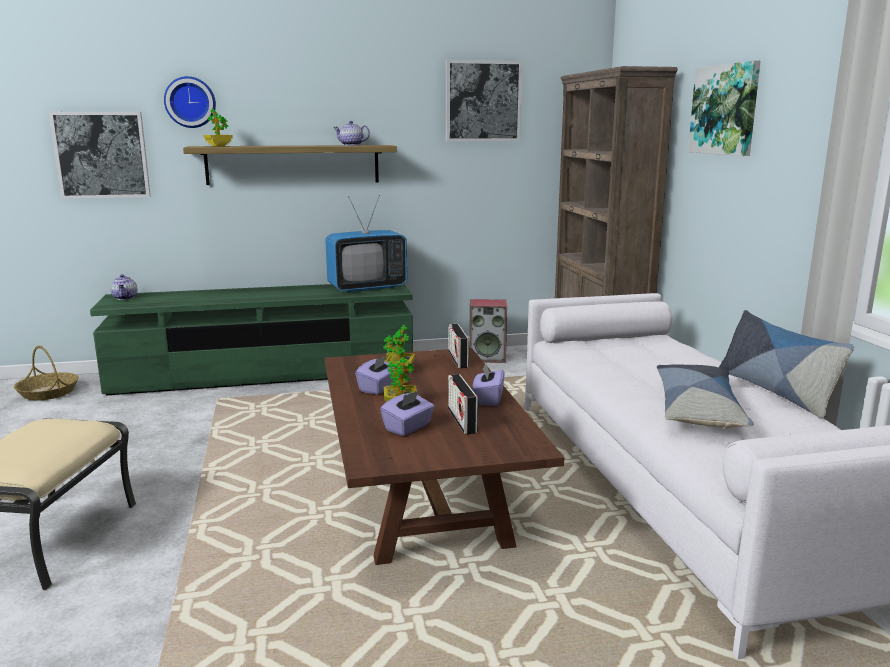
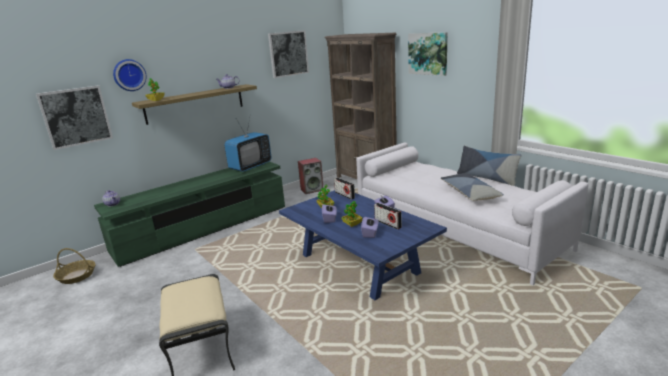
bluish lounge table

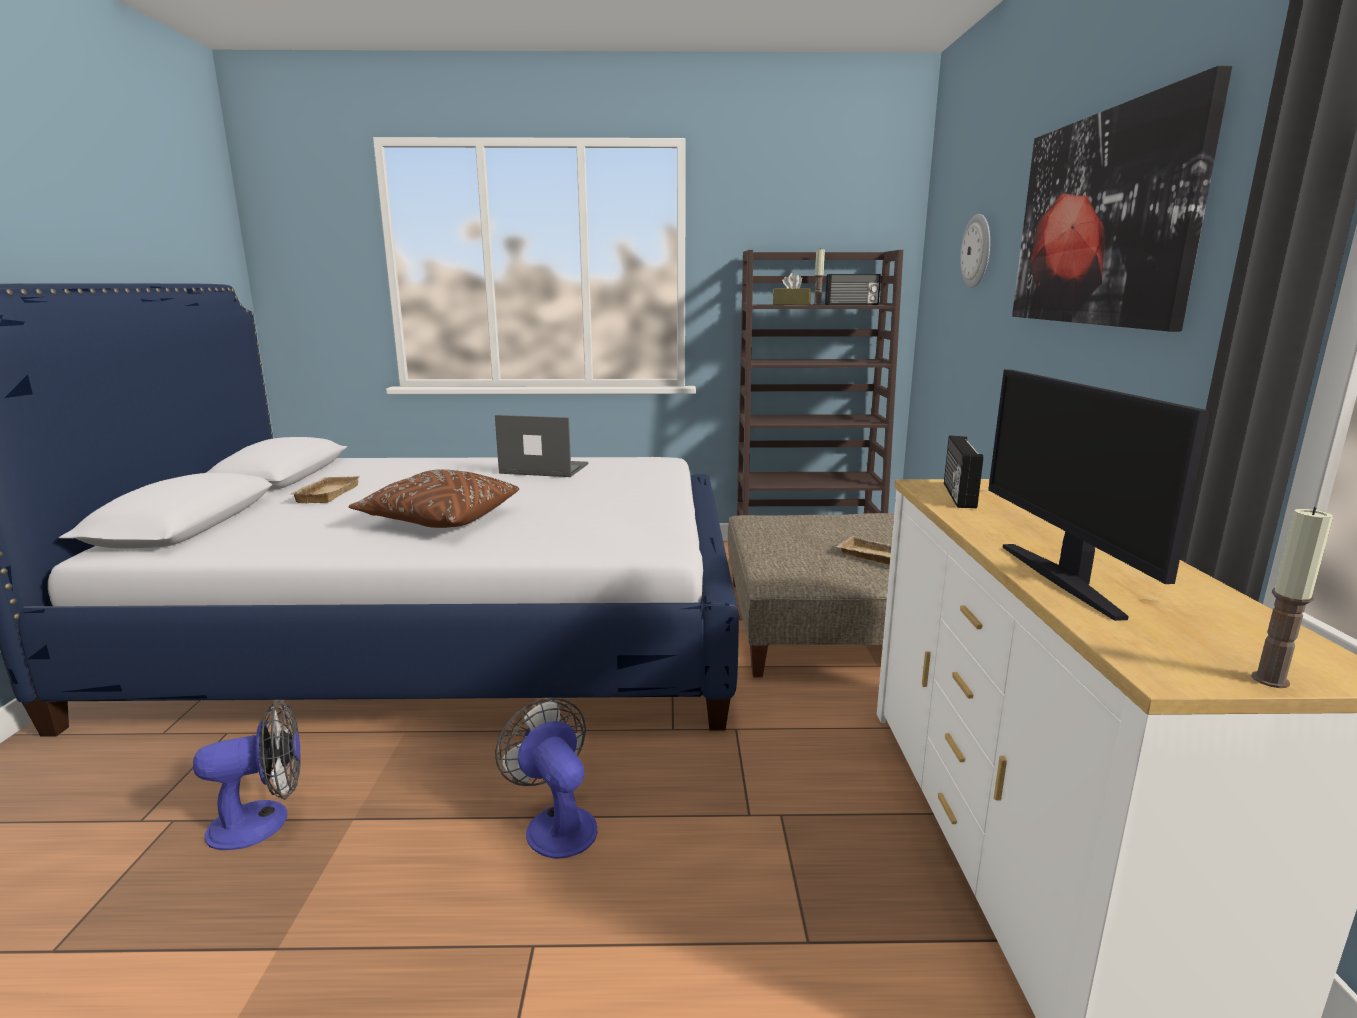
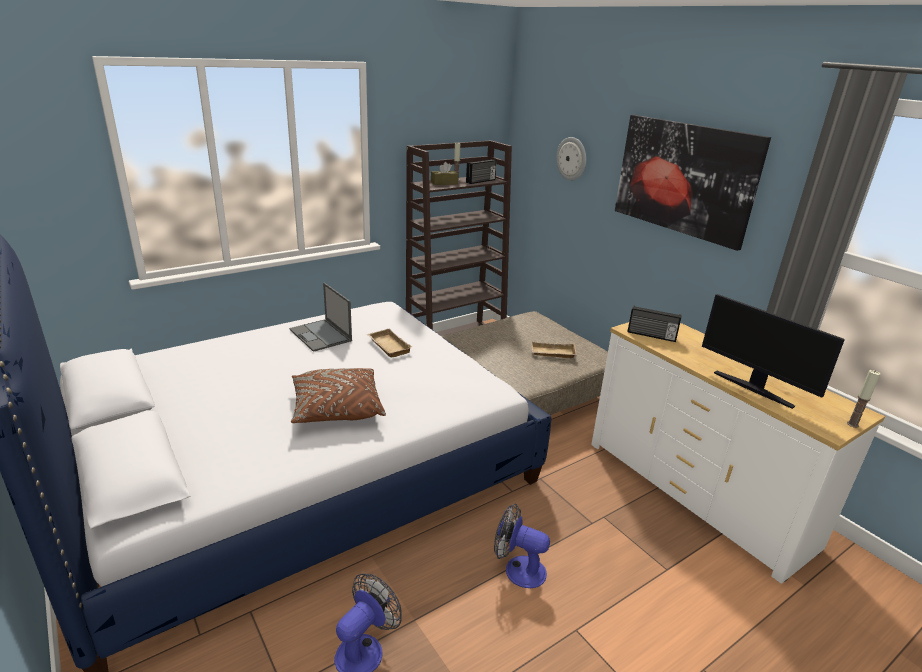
portable computer
radio set (2nd from left)
beige-coloured tray (1st from left)

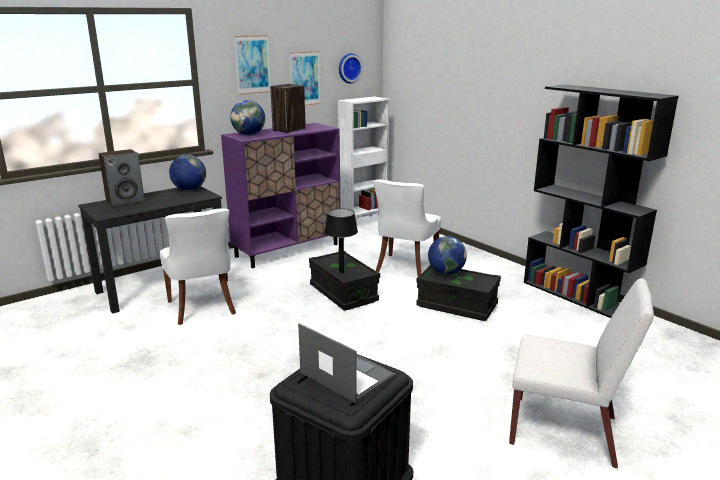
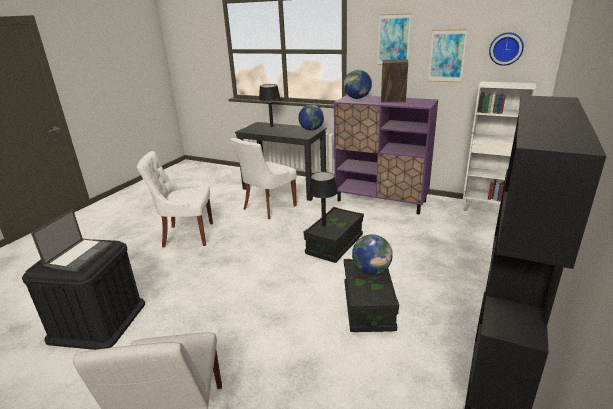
blackish lamp for a table (1st from left)
white chair (2nd from left)

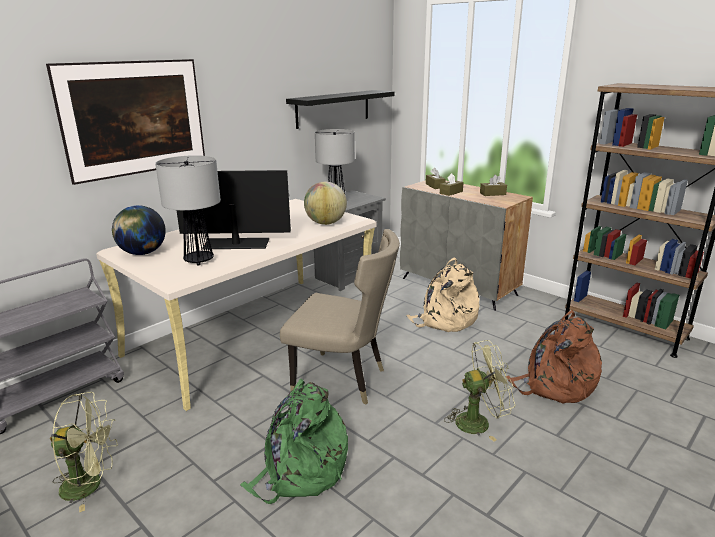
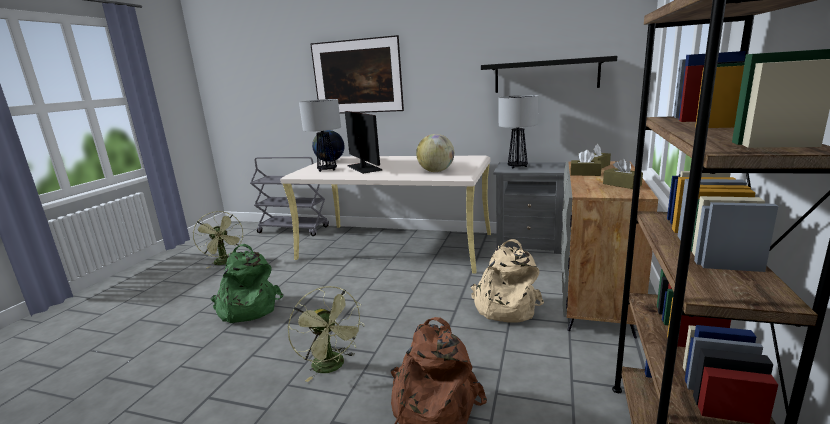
beige-coloured chair

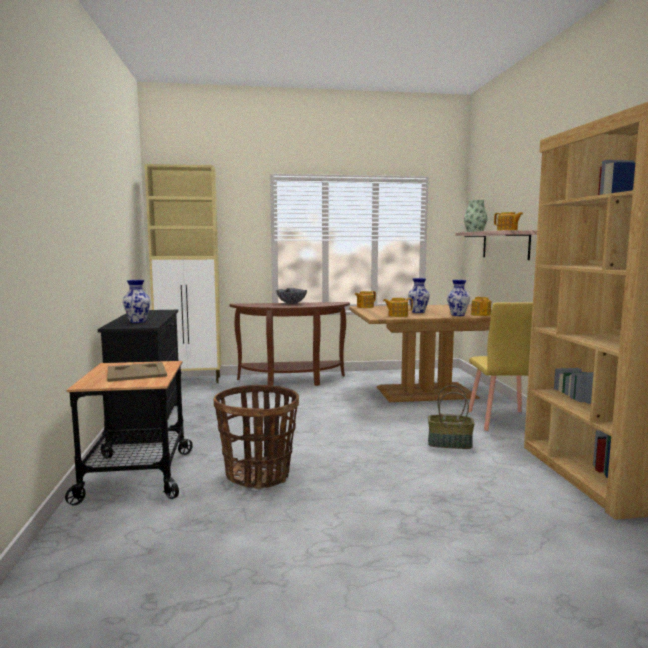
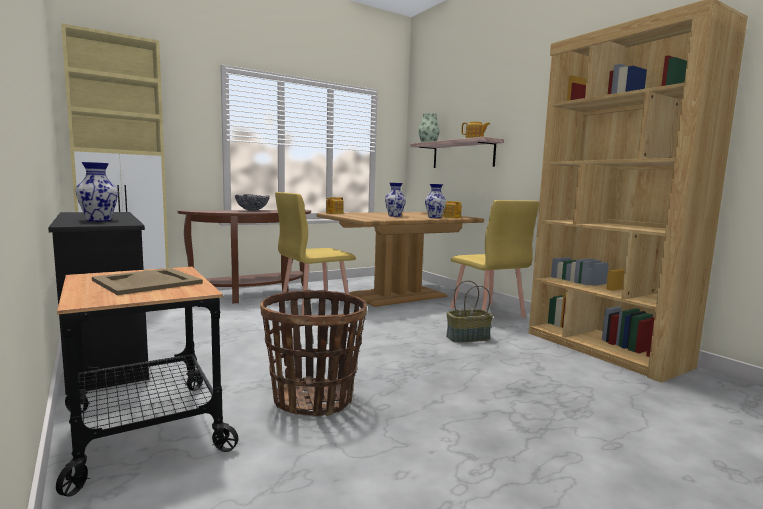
pot for tea (2nd from left in the first image)
yellow chair (1st from left)

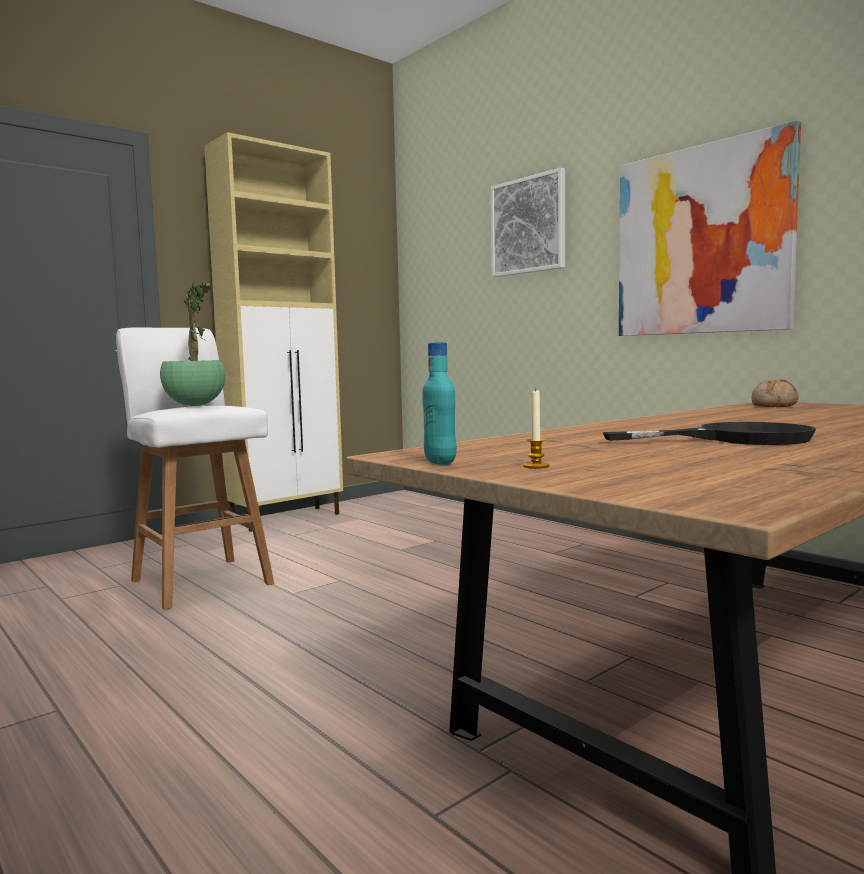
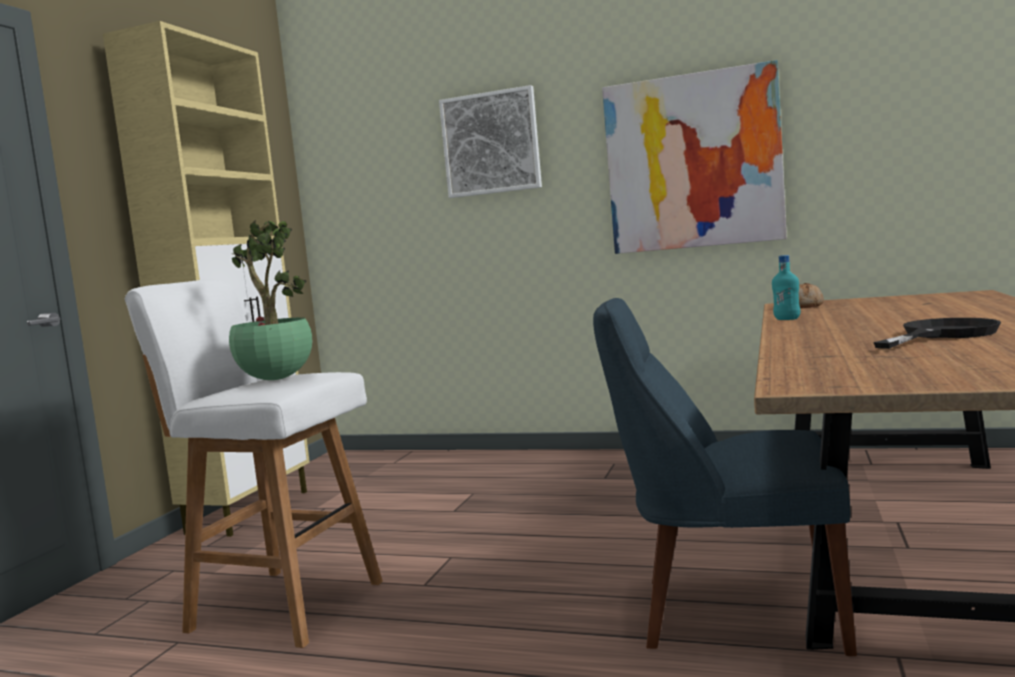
turquoise-coloured bottle
wax candle
bluish chair

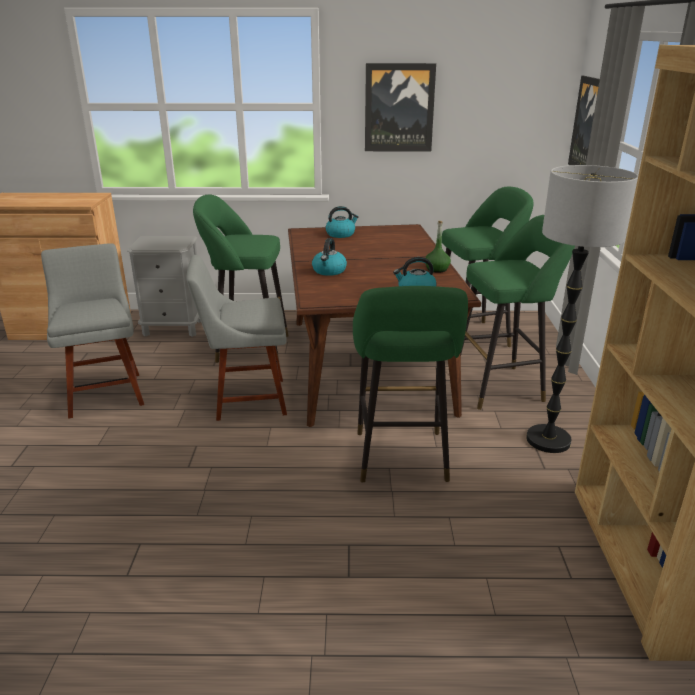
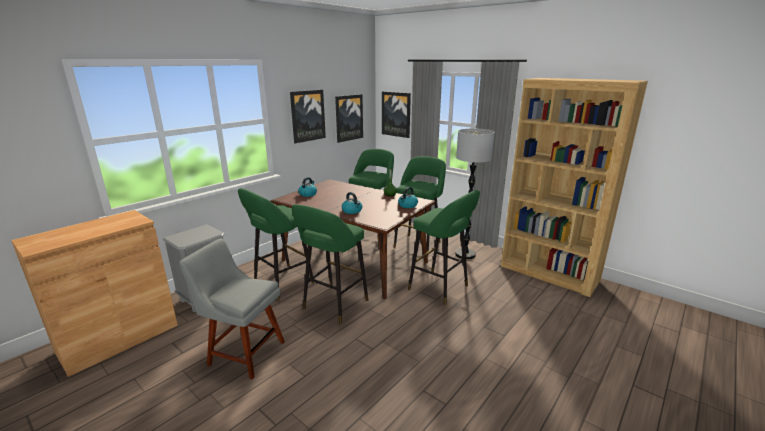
green-coloured stool seat (2nd from left)
picture (2nd from left)

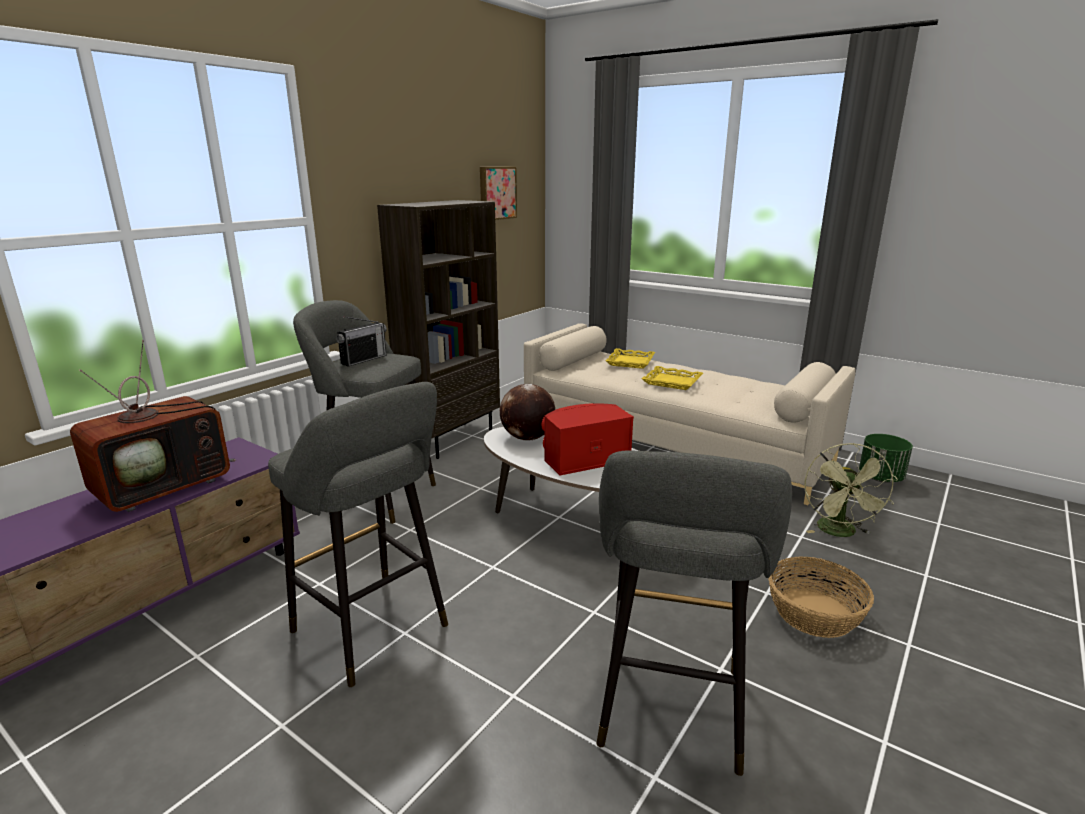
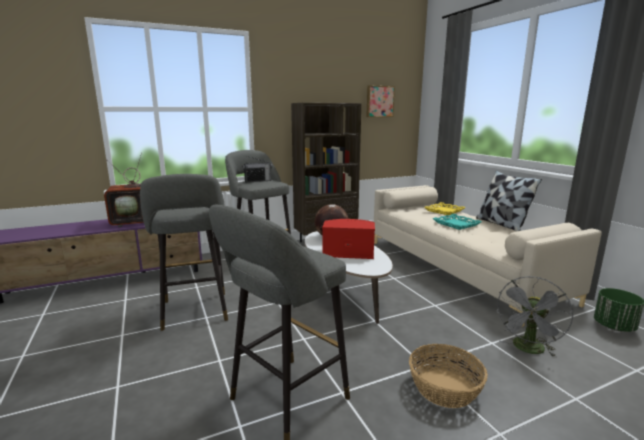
turquoise-coloured tray
gray fan
throw pillow

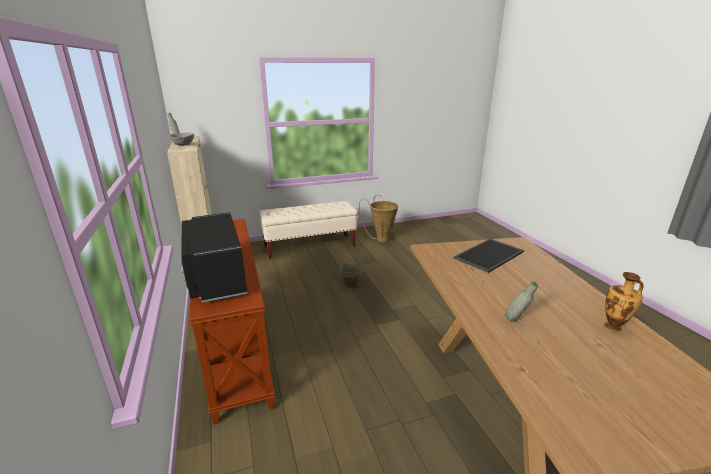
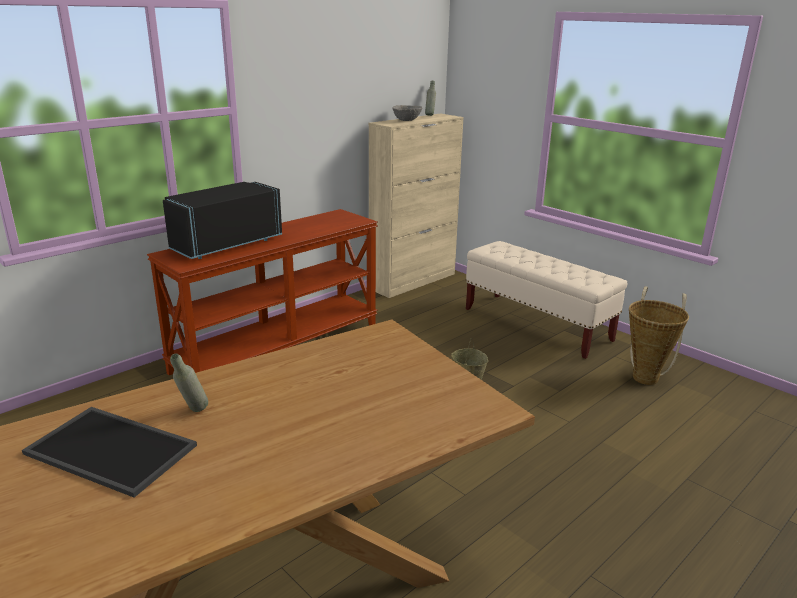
tray
decorative vase

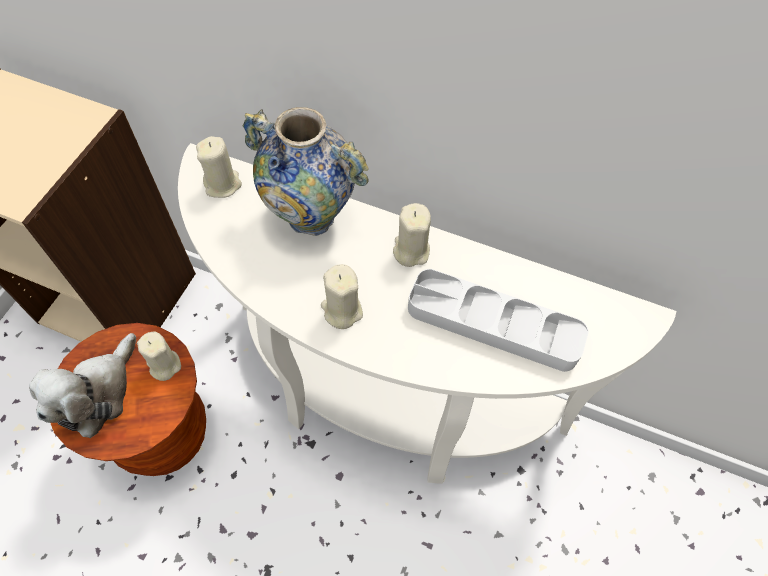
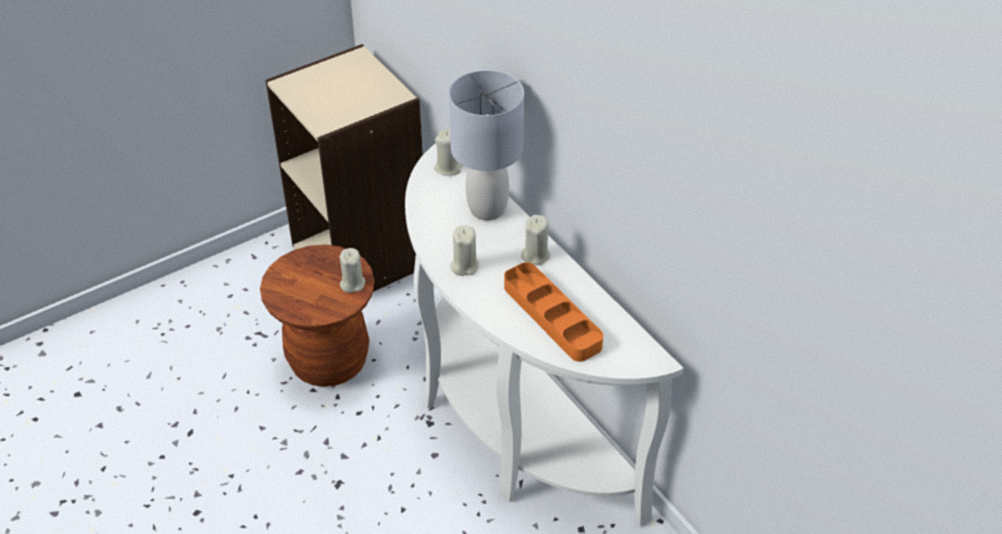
gray lamp for a table
orangey tray
cuddly toy

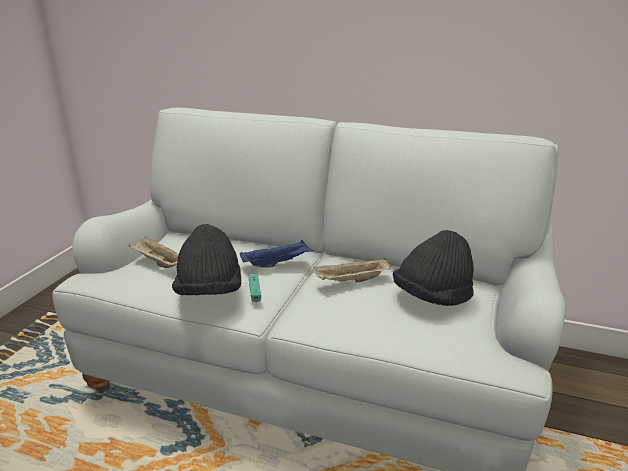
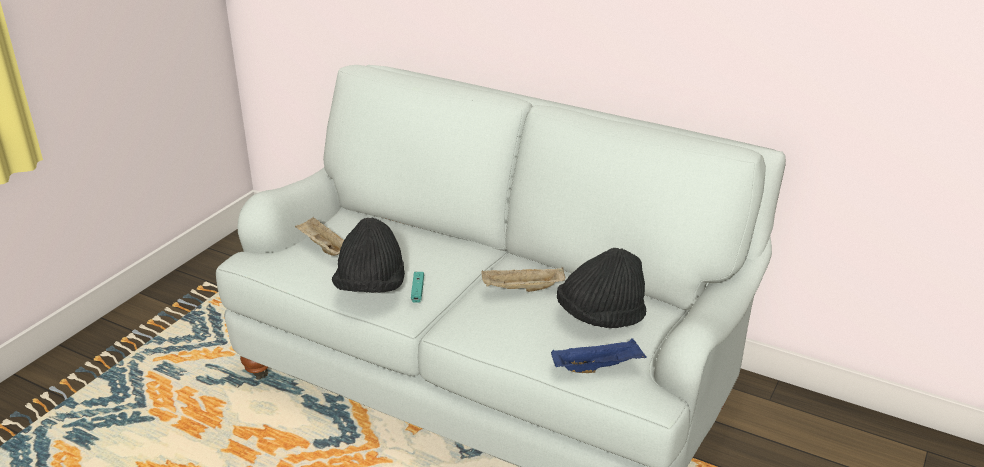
bluish tray

